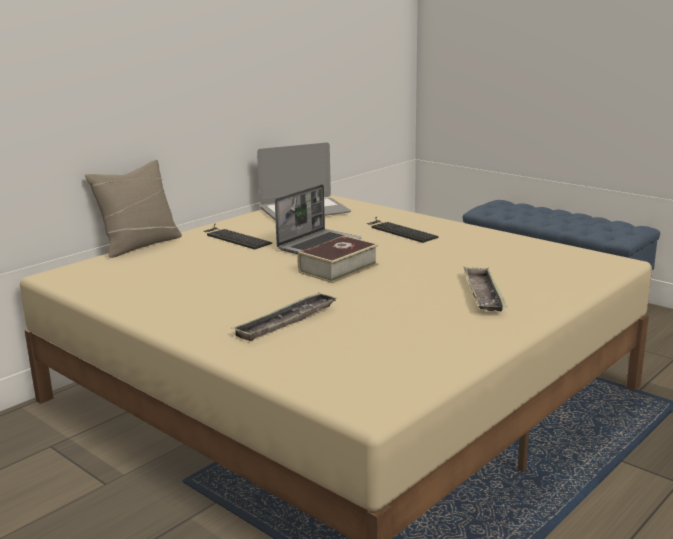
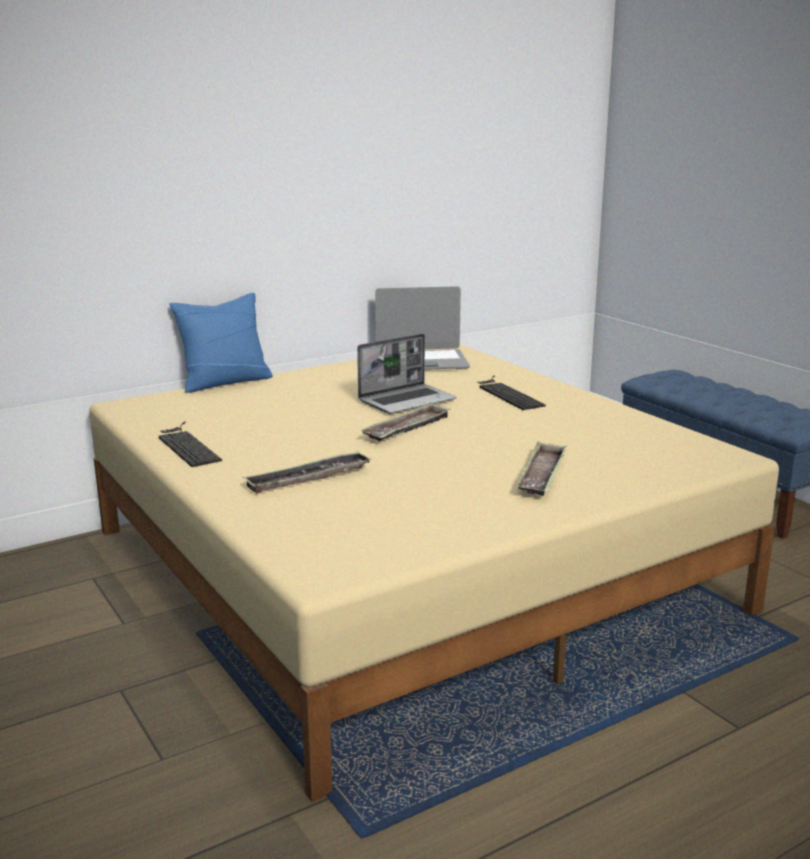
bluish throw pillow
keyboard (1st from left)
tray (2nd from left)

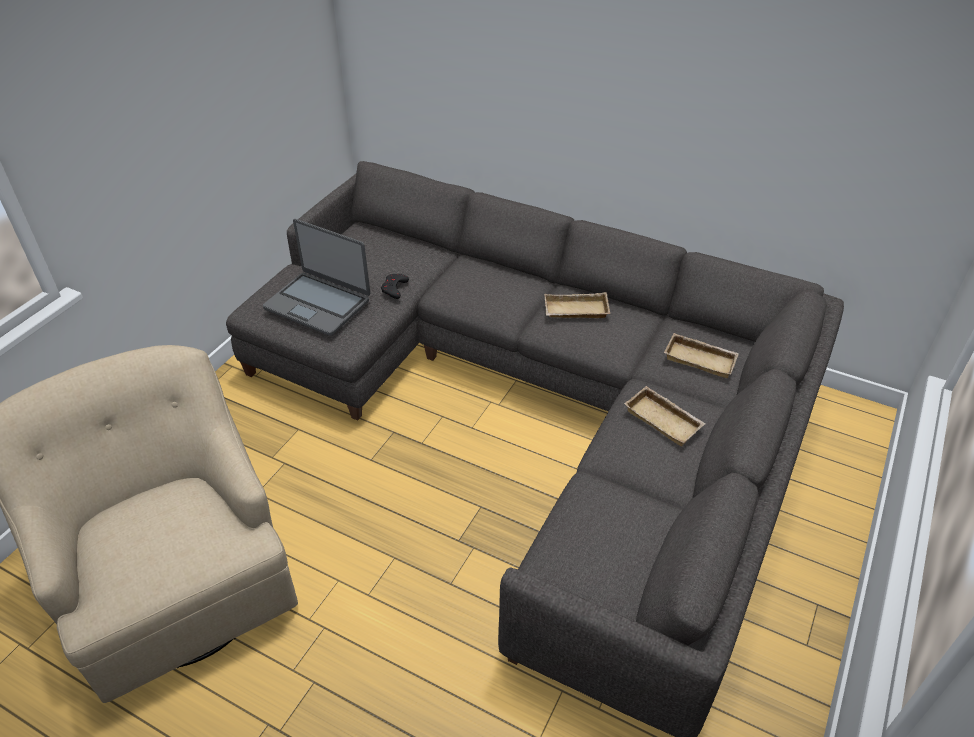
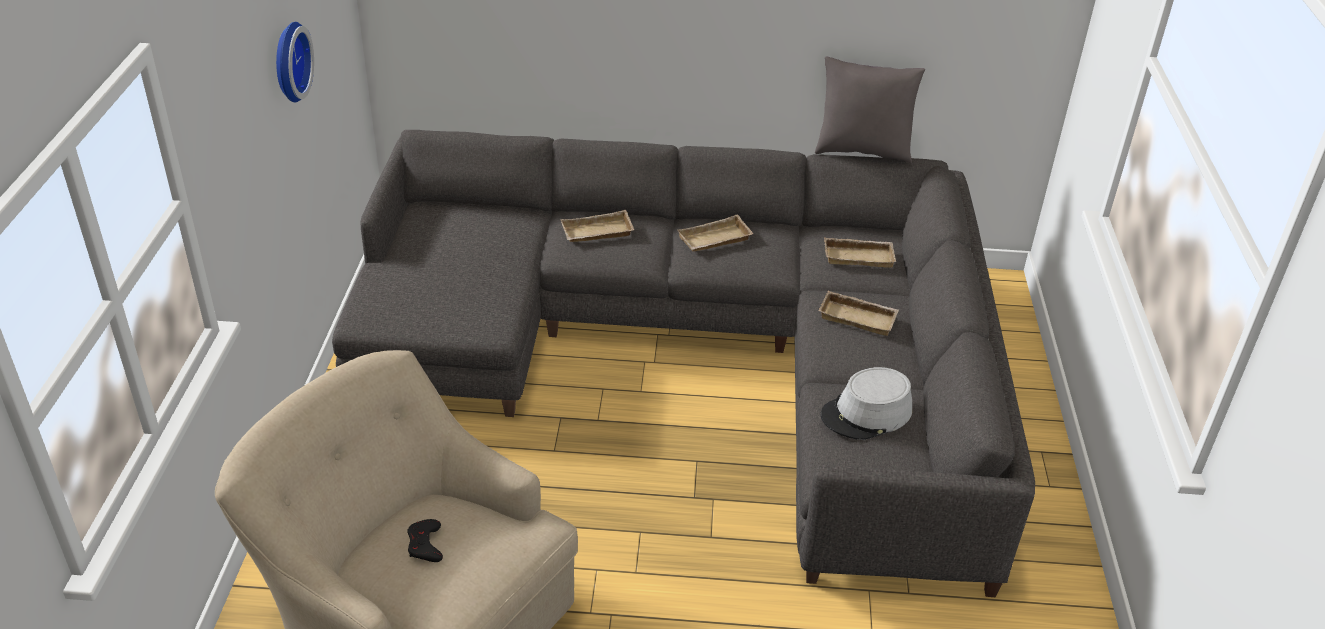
portable computer
blackish joypad
clock on the wall
gray throw pillow
beige-coloured tray (1st from left)
gray wearable hat

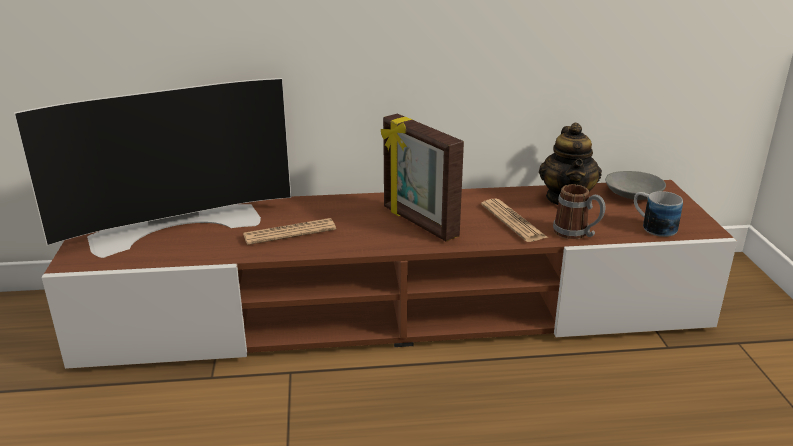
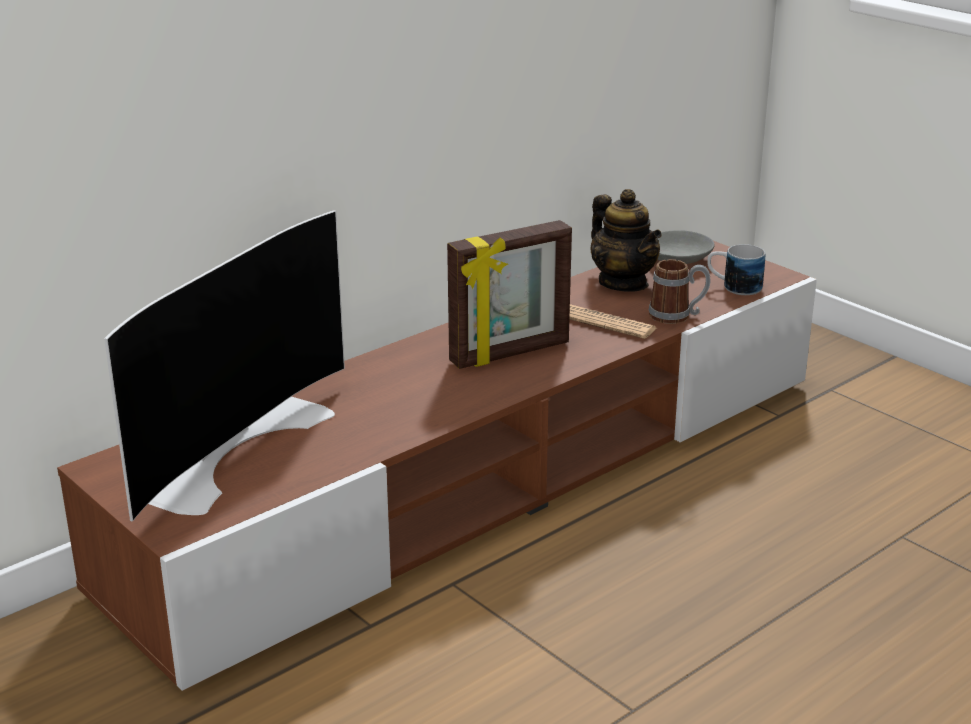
picture frame
newspaper (1st from left in the first image)

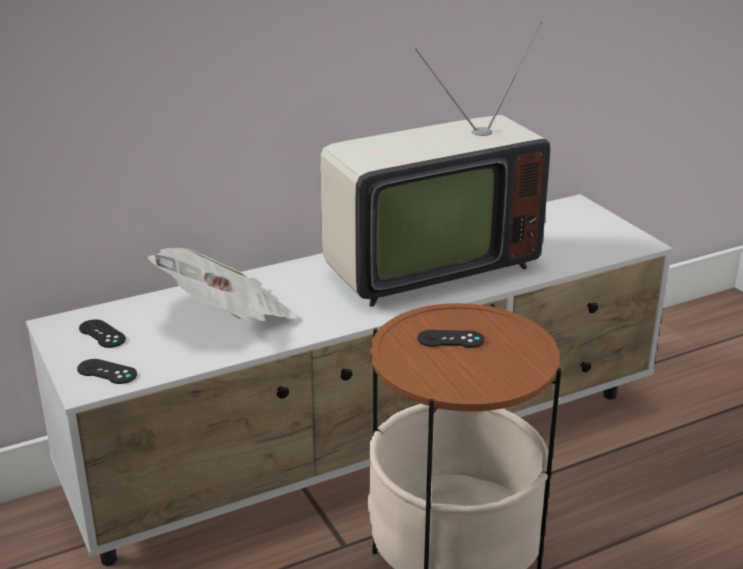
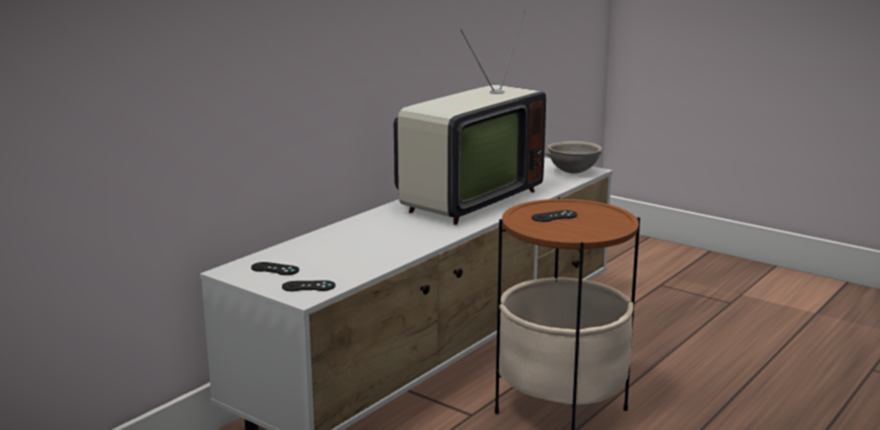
newspaper
gray serving bowl

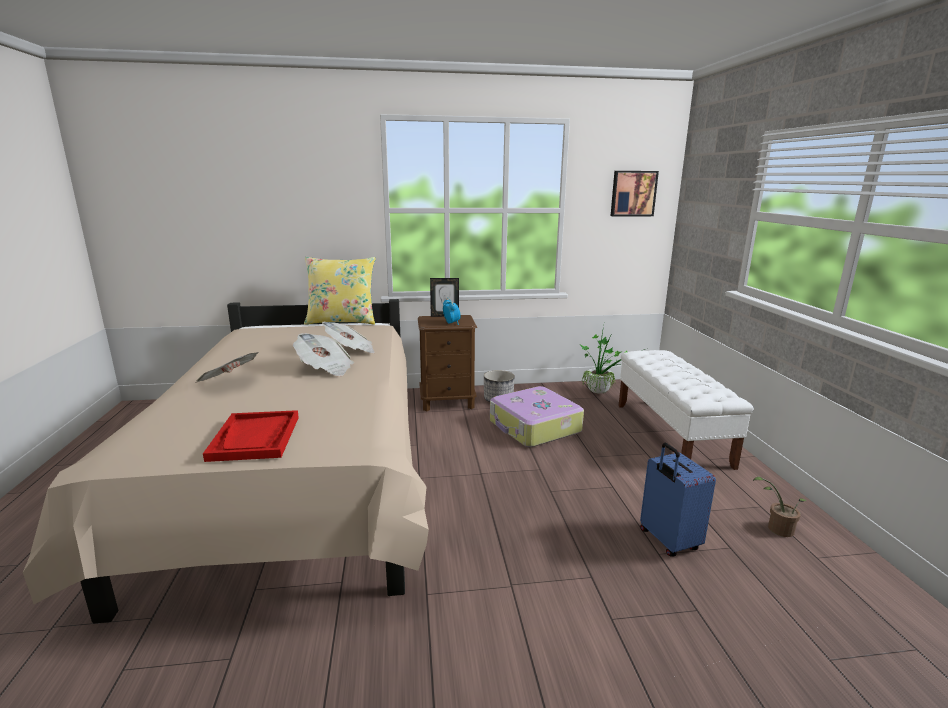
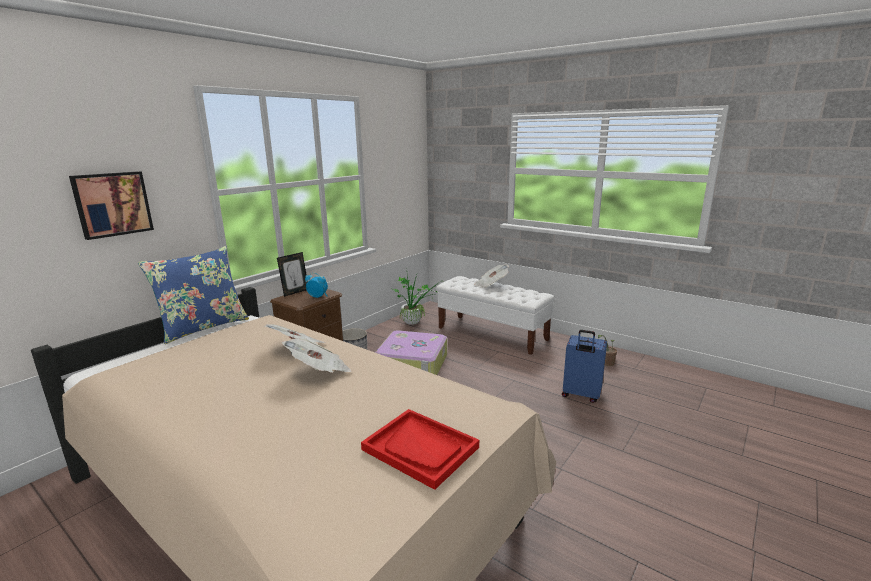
picture
bluish throw pillow
newspaper (3rd from left)

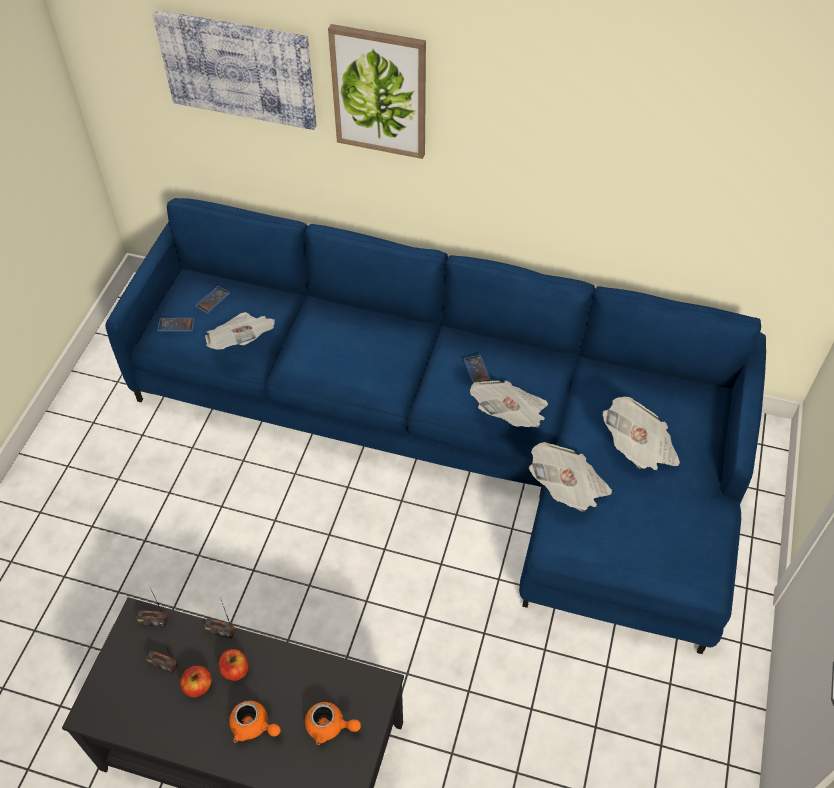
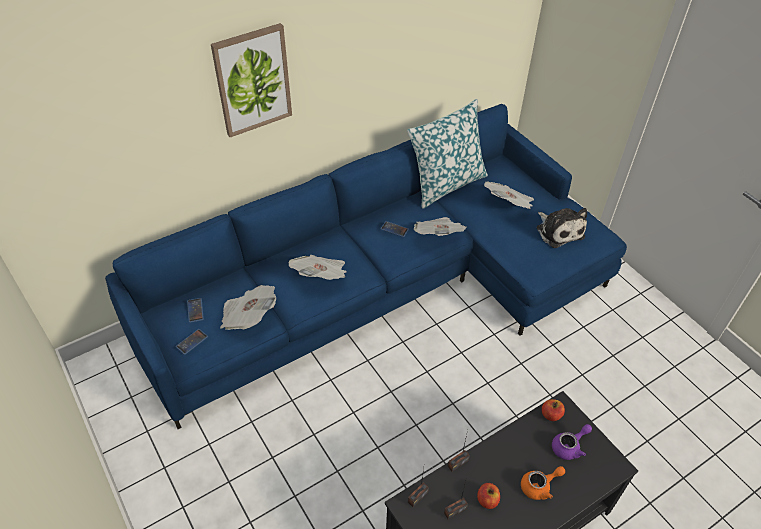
picture (1st from left in the first image)
newspaper (2nd from left)
apple (2nd from left)
purple-coloured pot for tea
throw pillow
cuddly toy

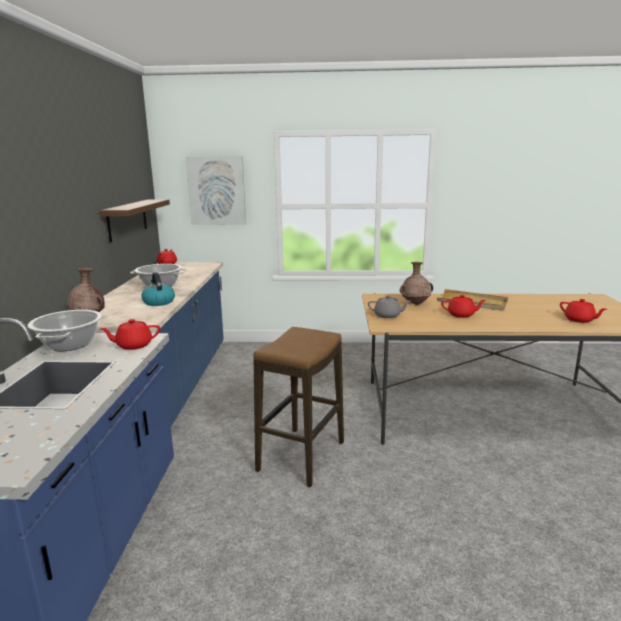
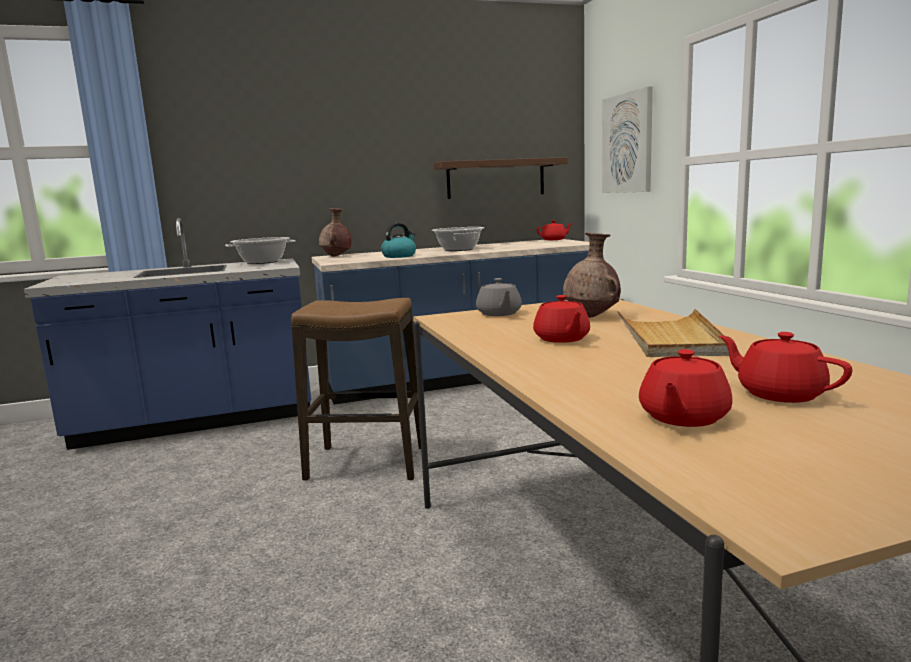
red-coloured pot for tea (4th from left)

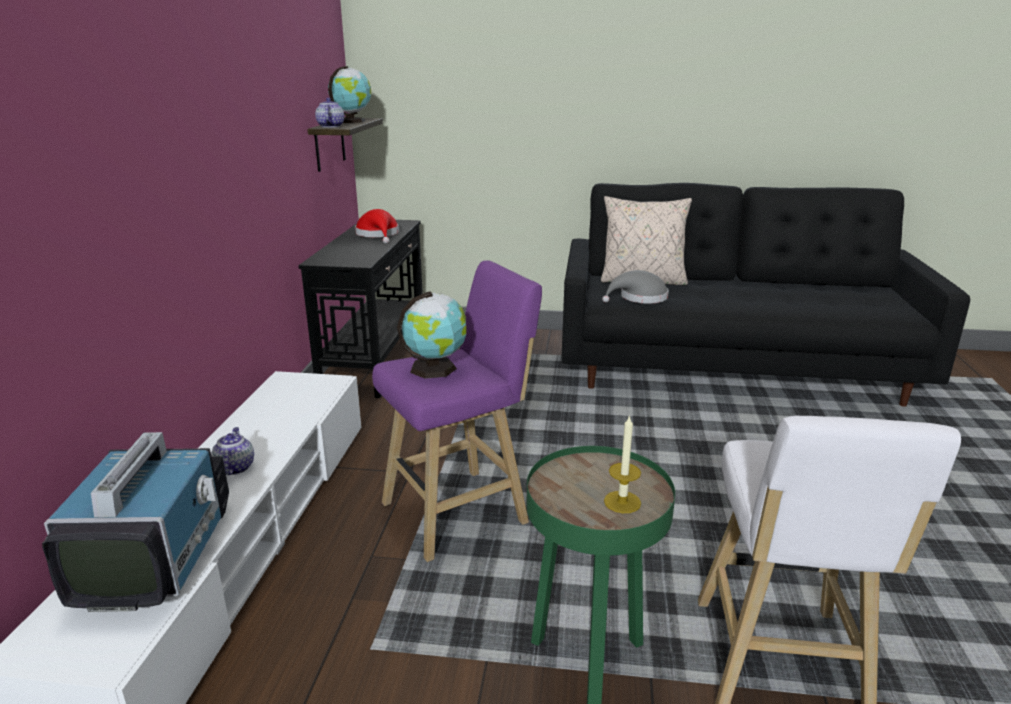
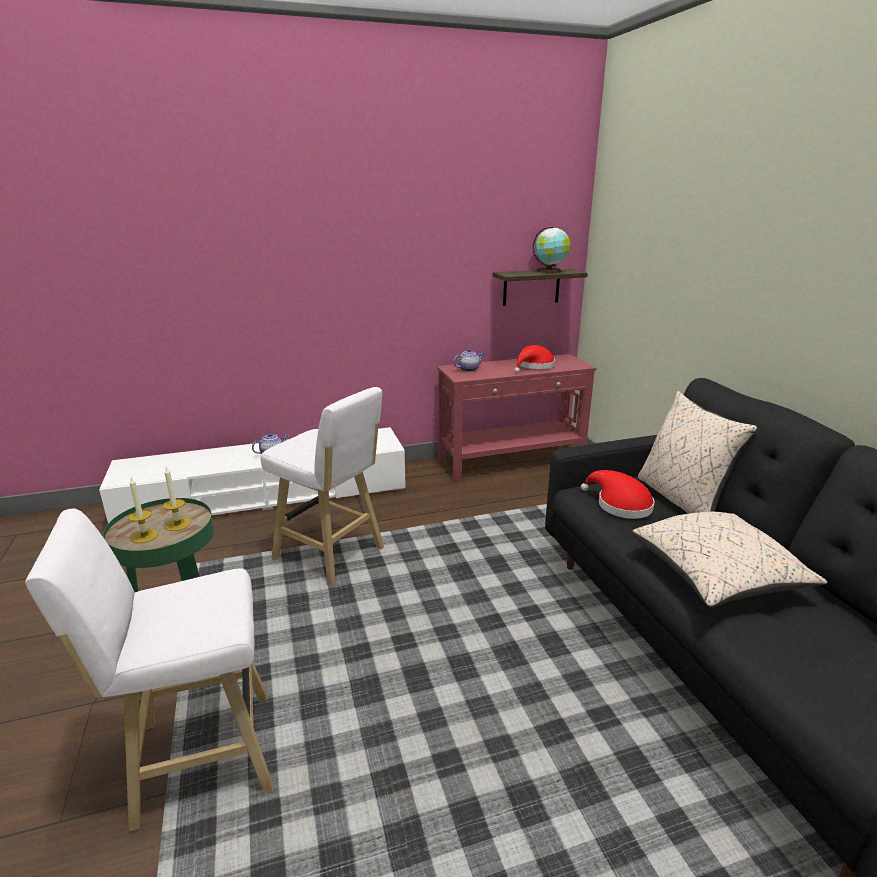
pot for tea (2nd from left)
red-coloured hall table
white stool seat (2nd from left)
red-coloured wearable hat (2nd from left)
desk globe (2nd from left in the first image)
television
wax candle (2nd from left)
beige-coloured throw pillow (2nd from left)

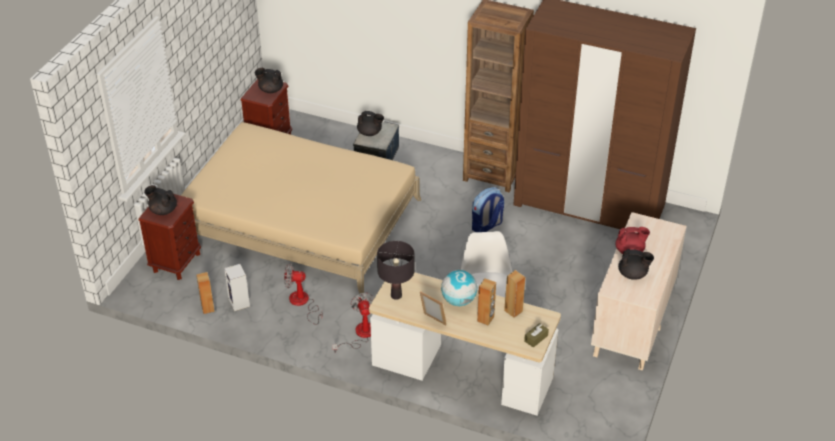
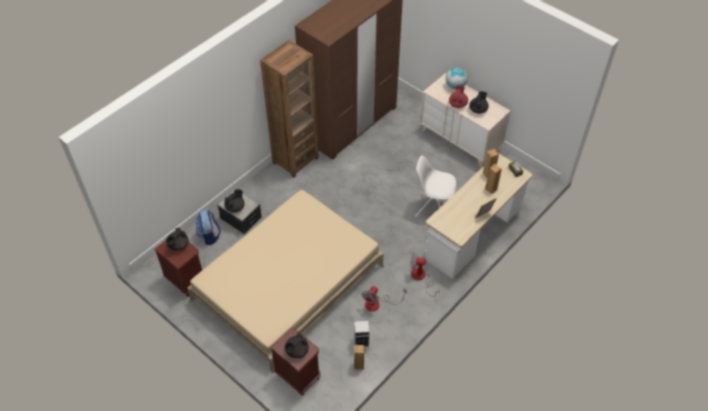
knapsack
blackish lamp for a table
desk globe

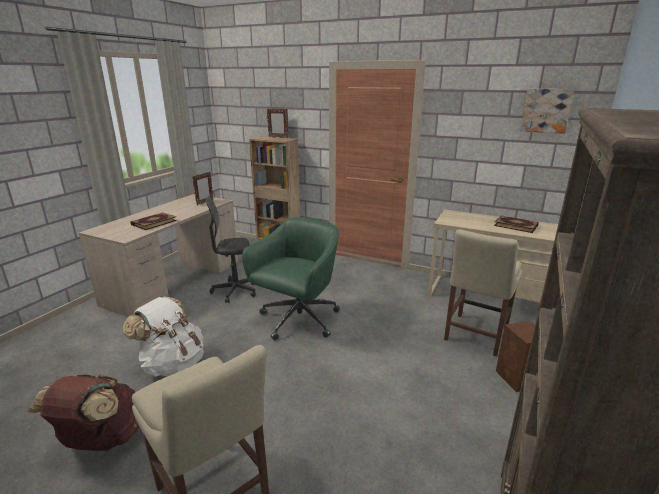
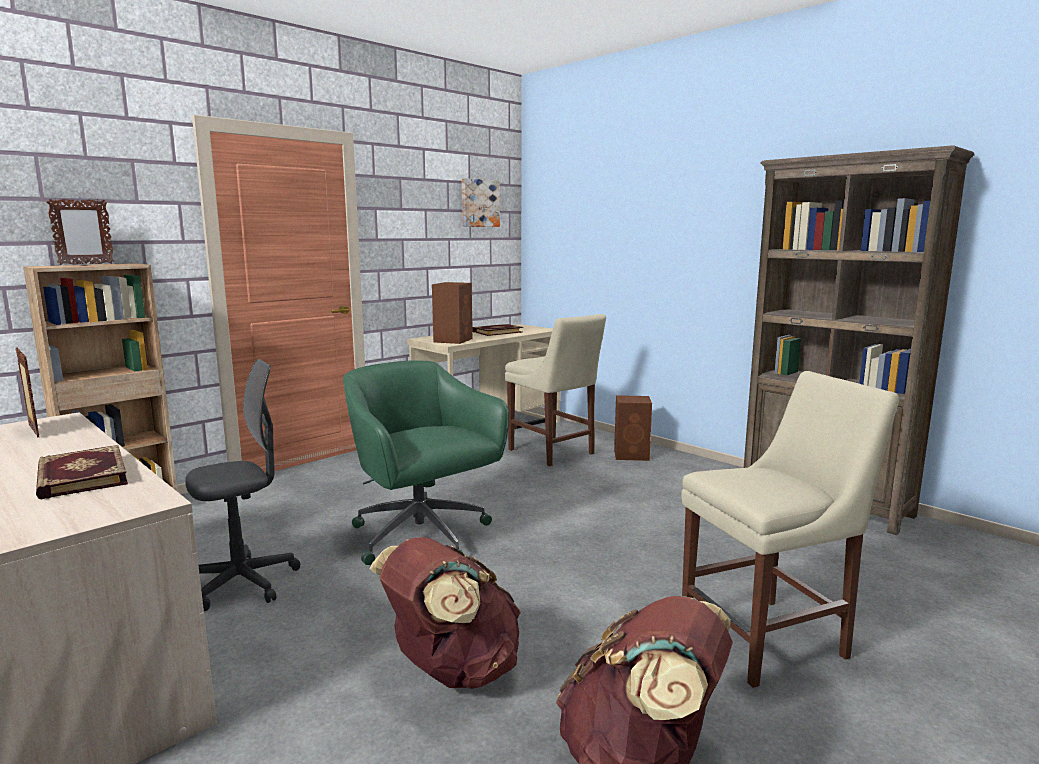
gray office chair
brownish knapsack (1st from left)
brownish loudspeaker (1st from left)

